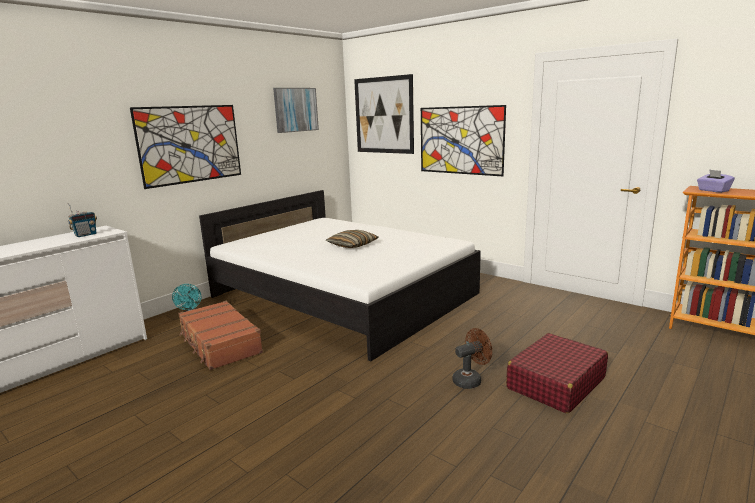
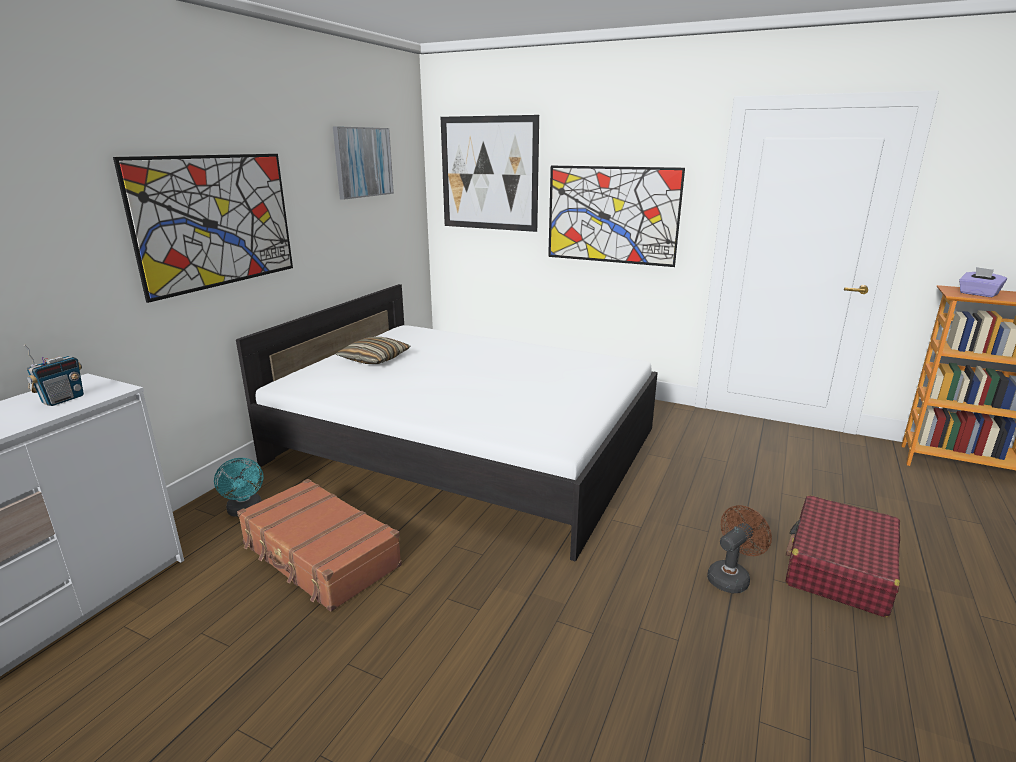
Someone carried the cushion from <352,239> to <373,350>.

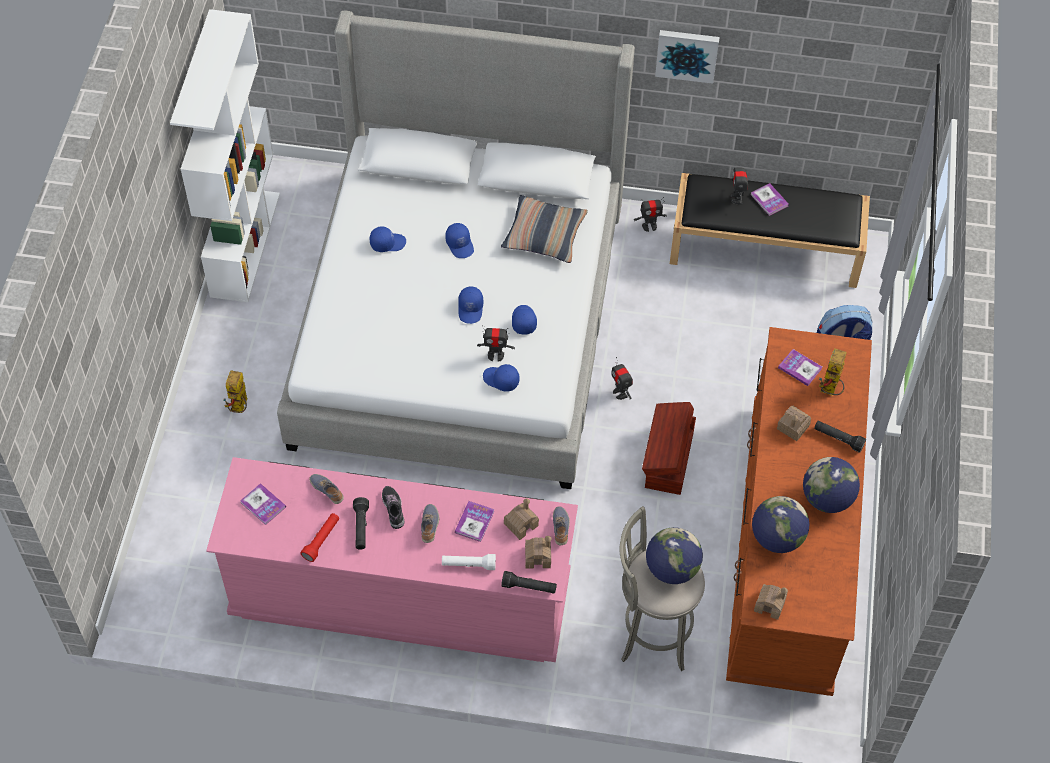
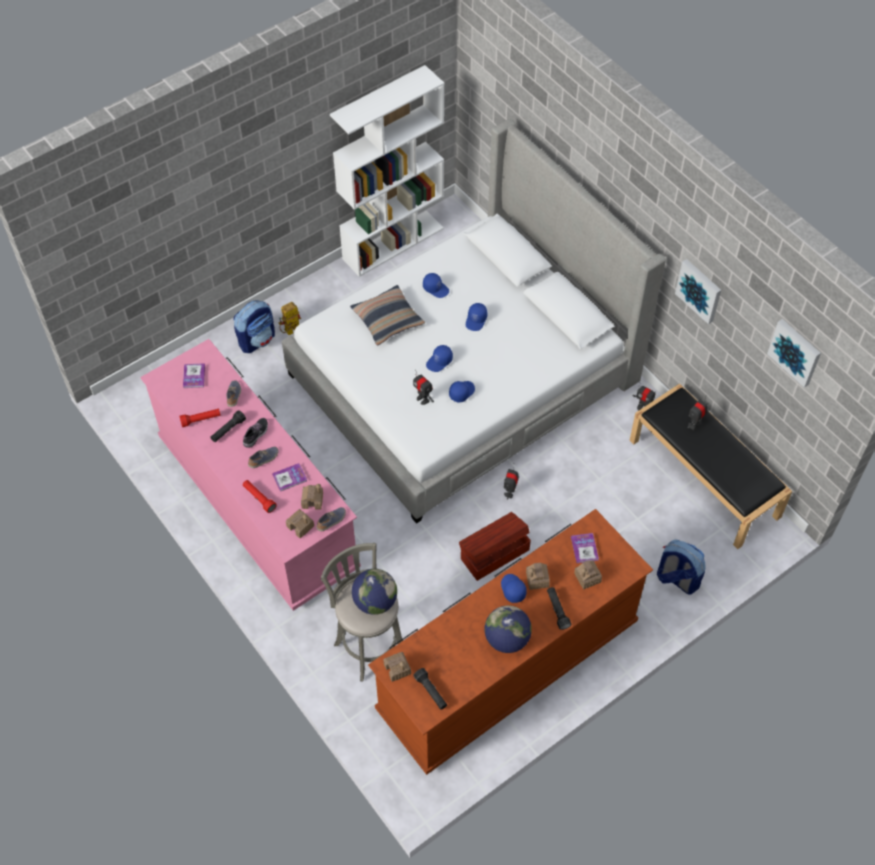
Someone took away the volume at <770,199>.
Someone carried the cushion from <544,229> to <387,315>.
Someone swapped the toy robot at <833,372> for the toy house at <588,575>.
Someone carried the blue cap from <501,378> to <514,588>.
Someone took away the world globe at <780,524>.
Someone repainted the whitish flashlight at <469,562>, which became the reddish flashlight at <260,496>.
Someone carried the blackish flashlight from <529,582> to <430,689>.
Someone put down the backpack at <254,326>.
Someone put up the picture at <794,353>.

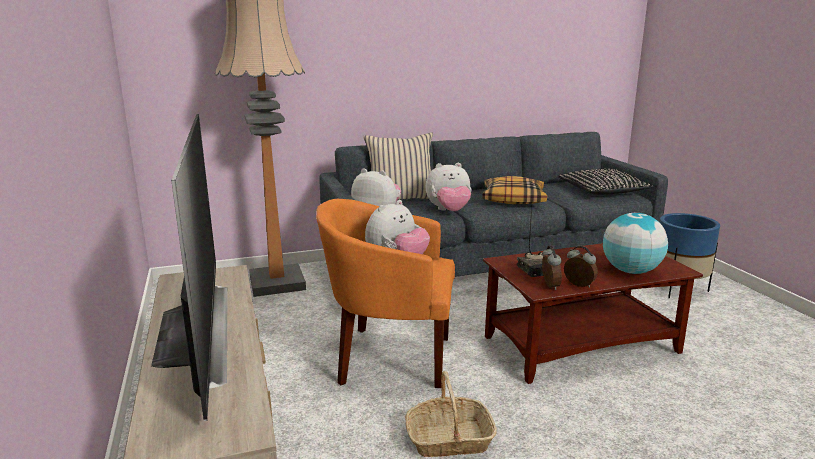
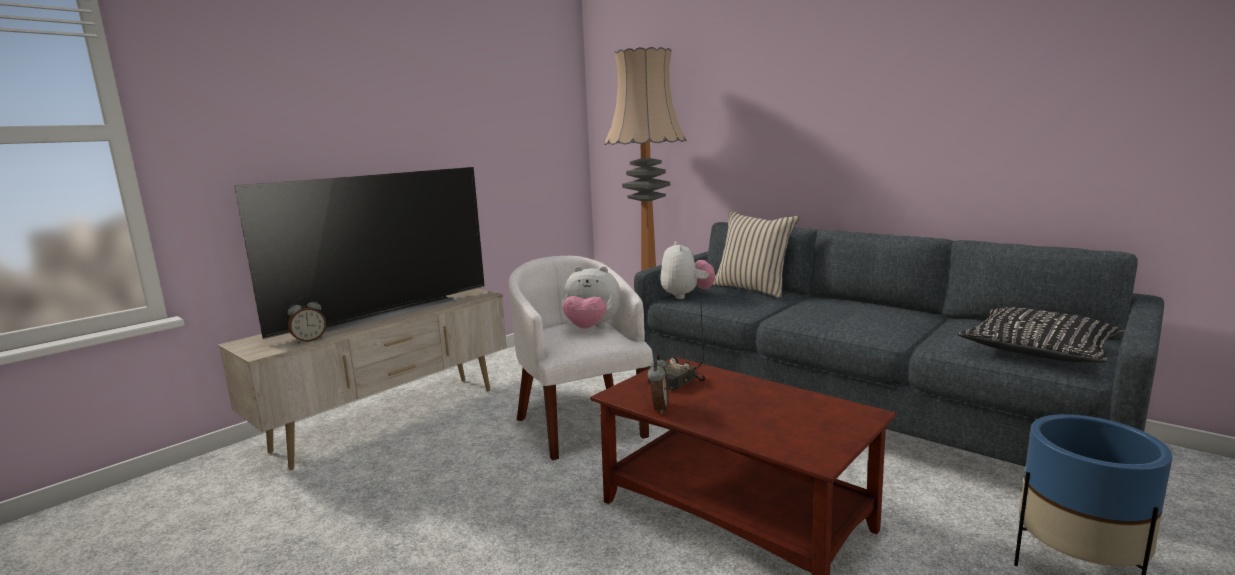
Someone took away the cuddly toy at <448,187>.
Someone took away the cushion at <514,190>.
Someone repainted the orange lounge chair at <385,293>, which became the whitish lounge chair at <580,358>.
Someone took away the world globe at <635,243>.
Someone carried the bedside clock from <552,268> to <307,320>.
Someone took away the basket at <451,414>.

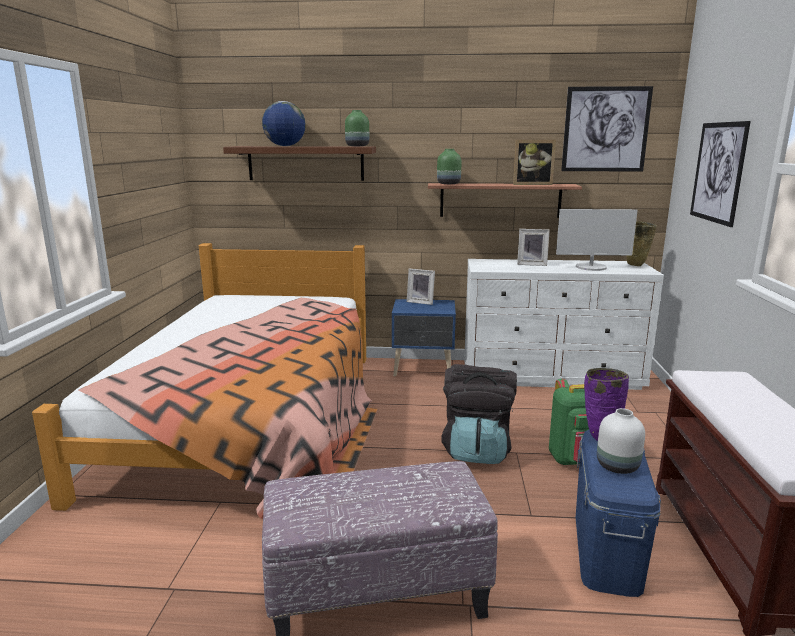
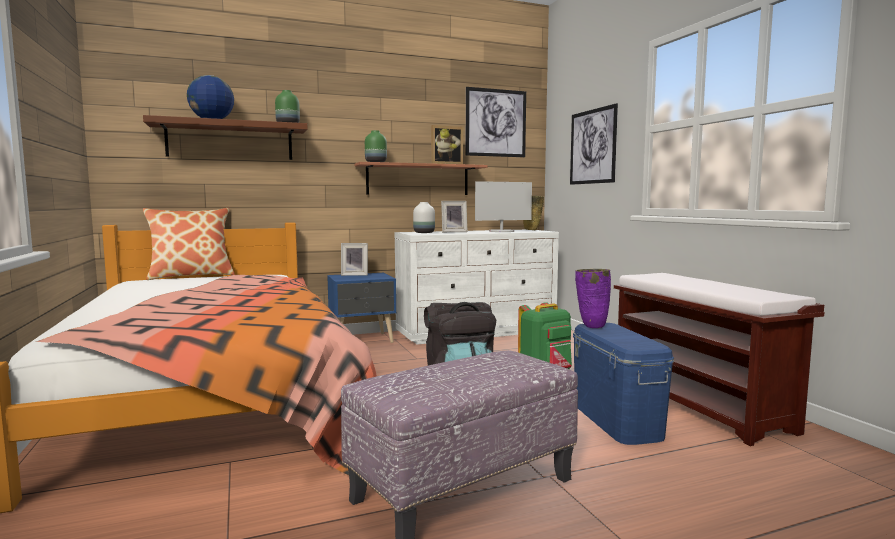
Someone carried the whitish flower vase from <621,441> to <424,217>.
Someone put down the cushion at <189,244>.

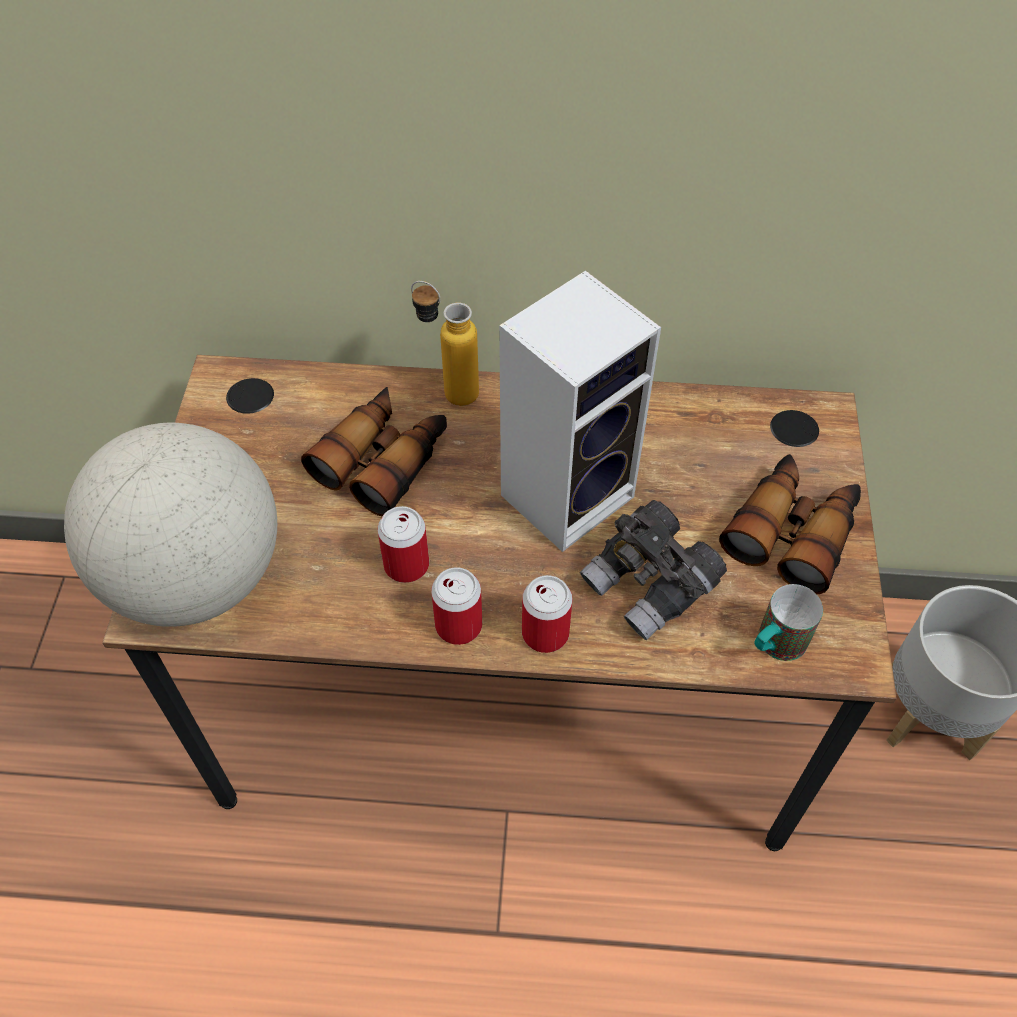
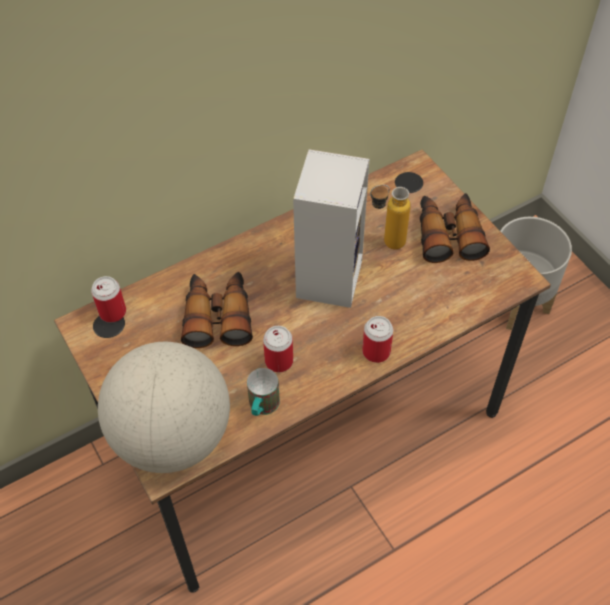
Someone carried the beverage bottle from <445,343> to <390,216>.
Someone took away the greyish pair of binoculars at <653,570>.
Someone carried the metal can from <456,606> to <108,299>.
Someone carried the mug from <788,622> to <263,392>.

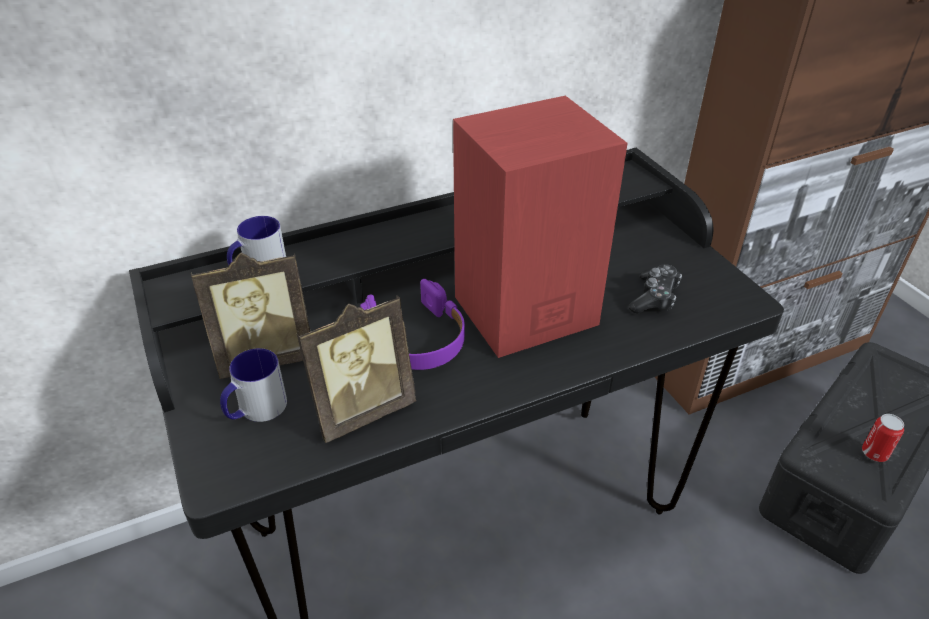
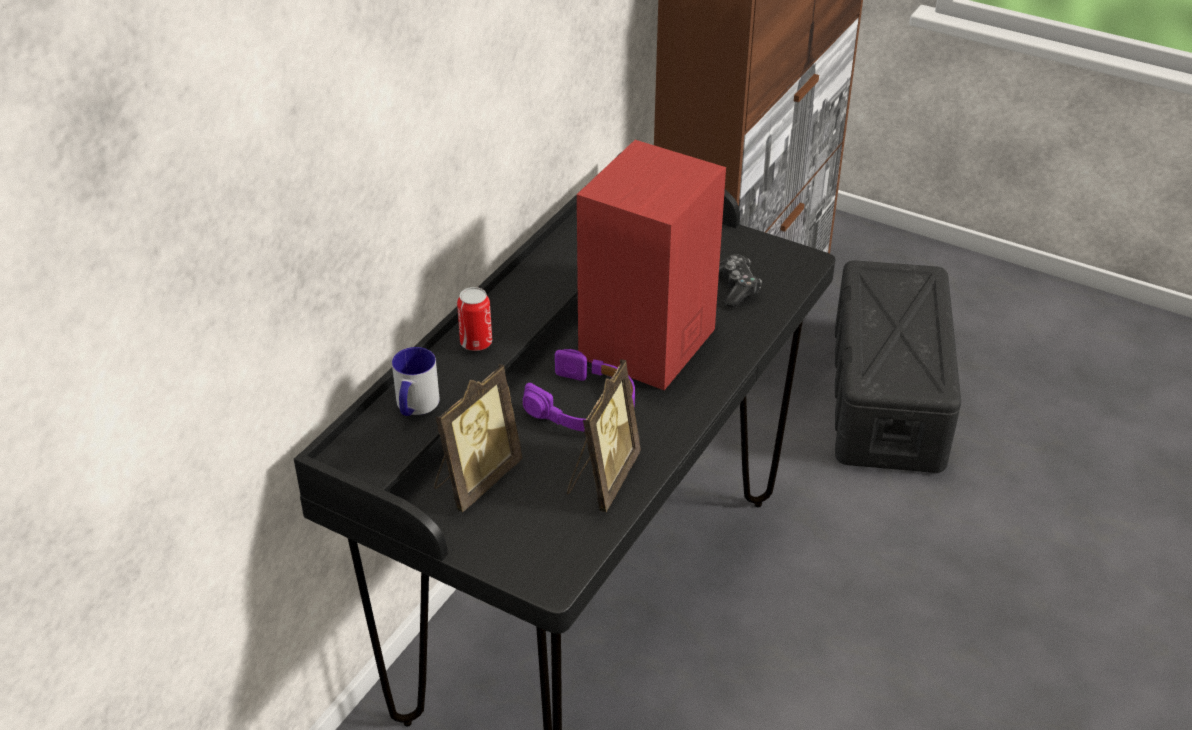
Someone took away the mug at <253,385>.
Someone carried the metal can from <883,438> to <474,319>.

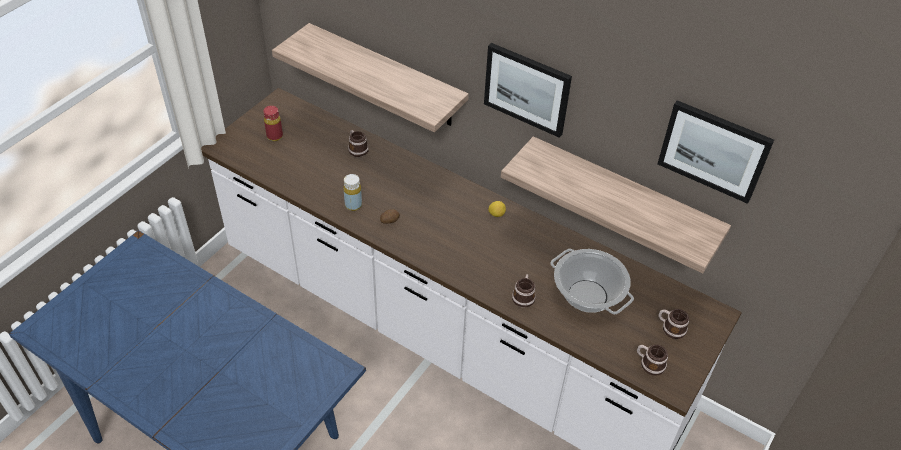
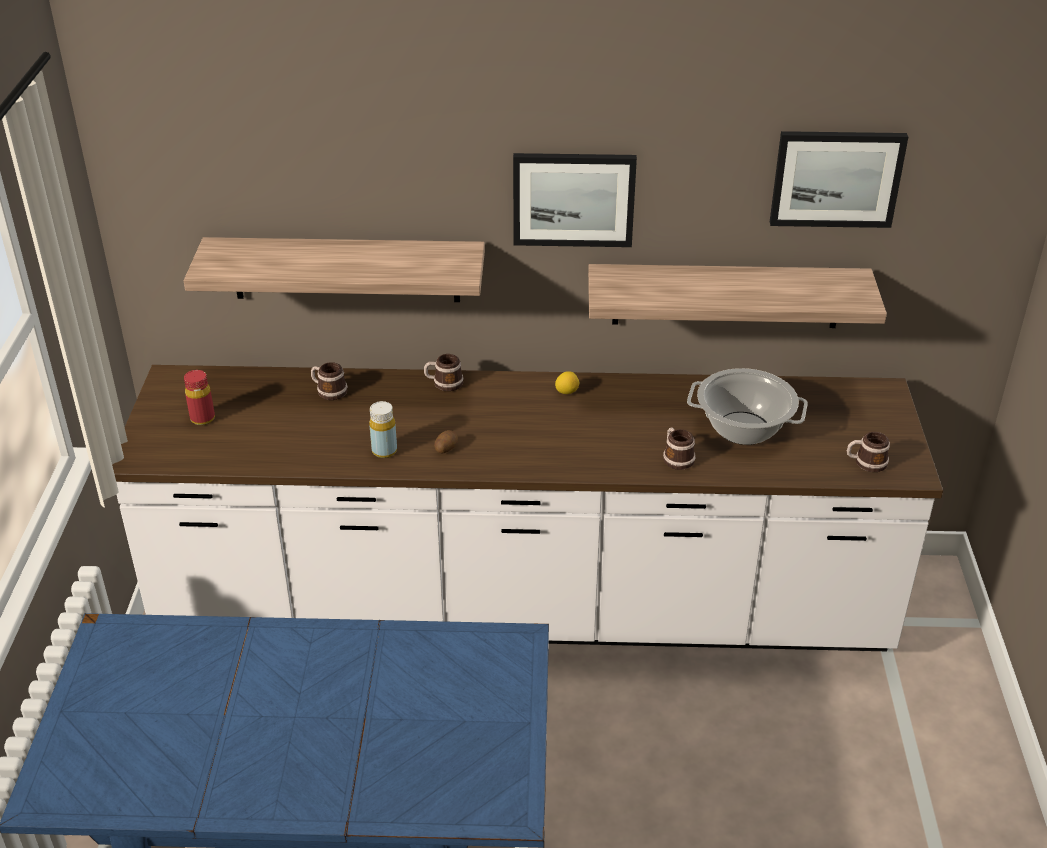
Someone carried the mug from <673,324> to <444,372>.

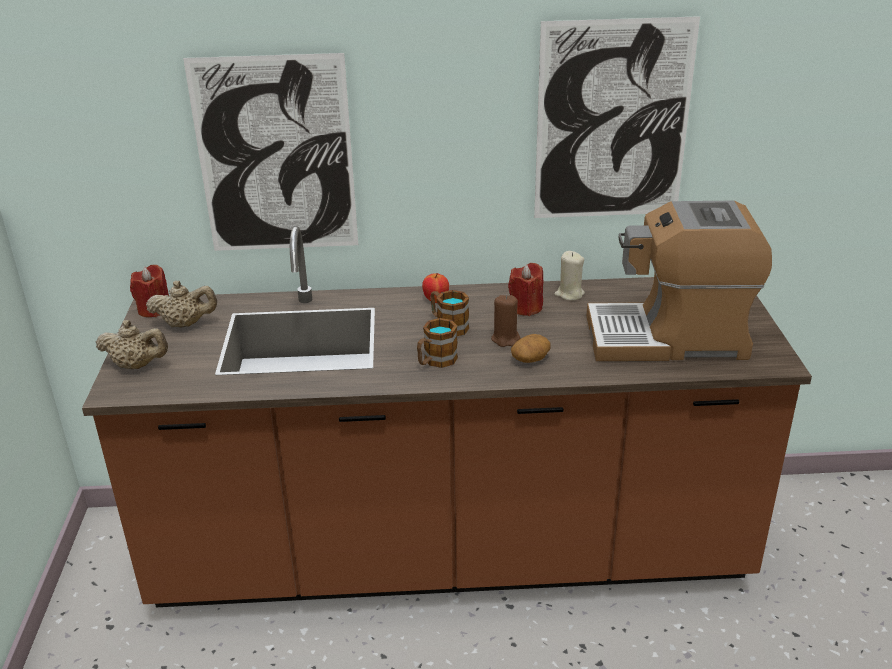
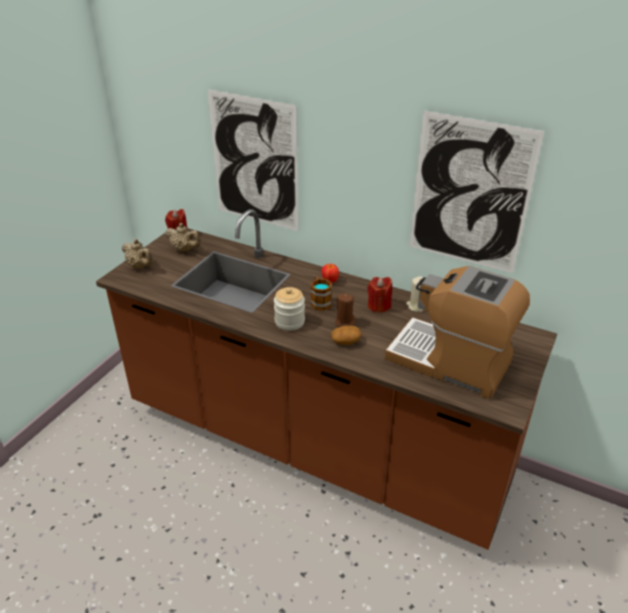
Someone swapped the mug at <437,343> for the jar at <289,309>.

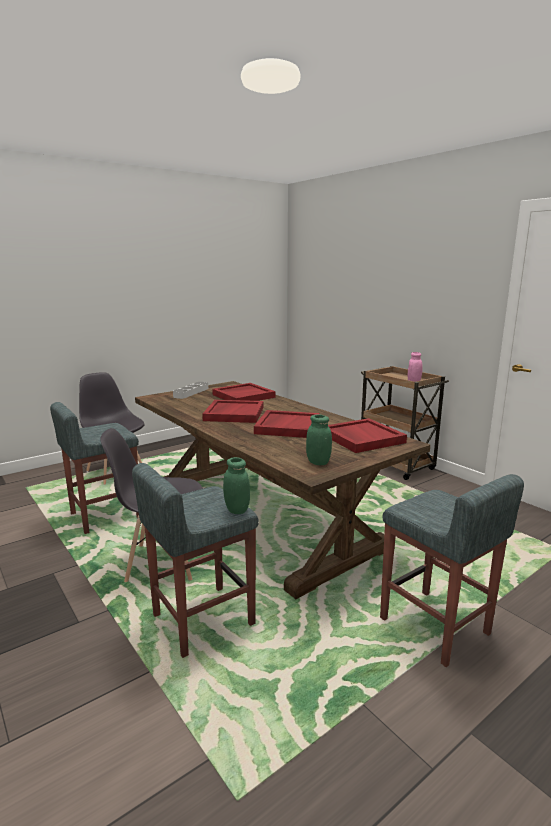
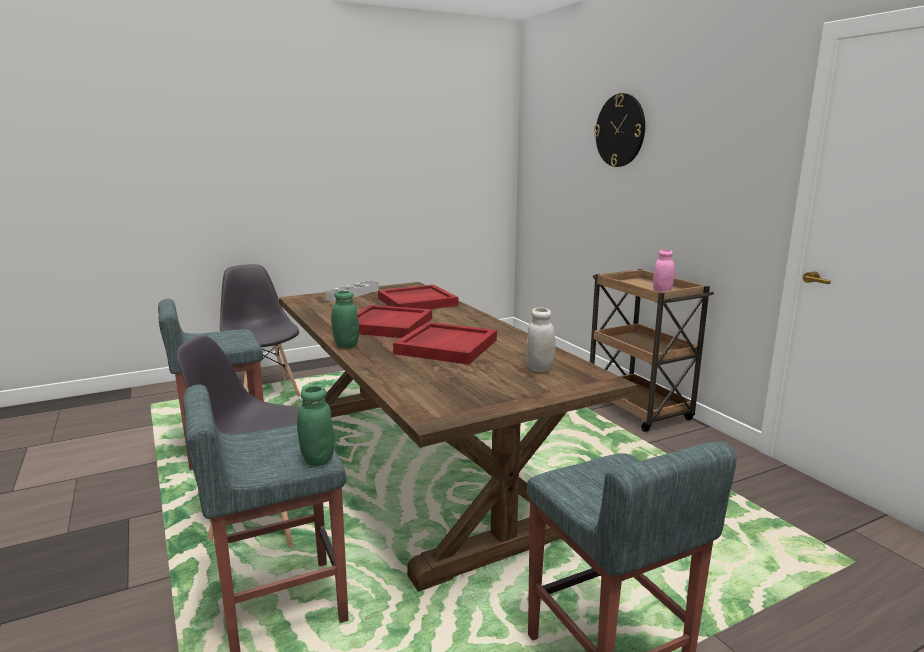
Someone carried the greenish jar from <319,440> to <345,319>.
Someone swapped the reddish carrying tray at <367,435> for the whitish jar at <540,340>.
Someone put up the wall clock at <619,130>.

